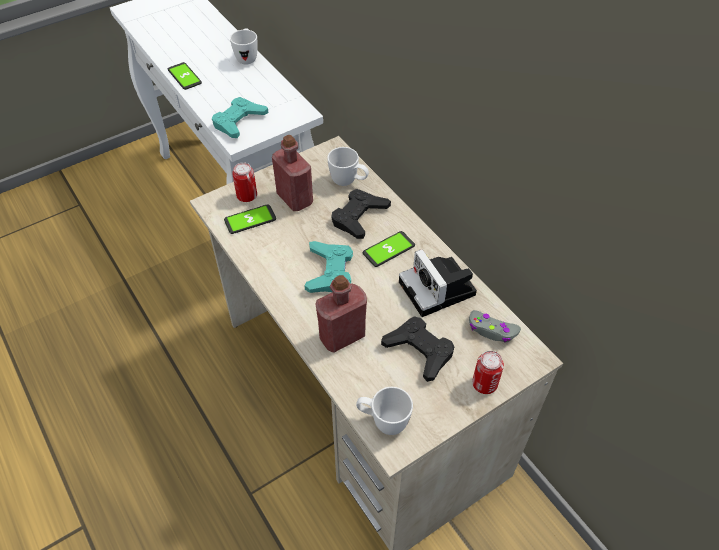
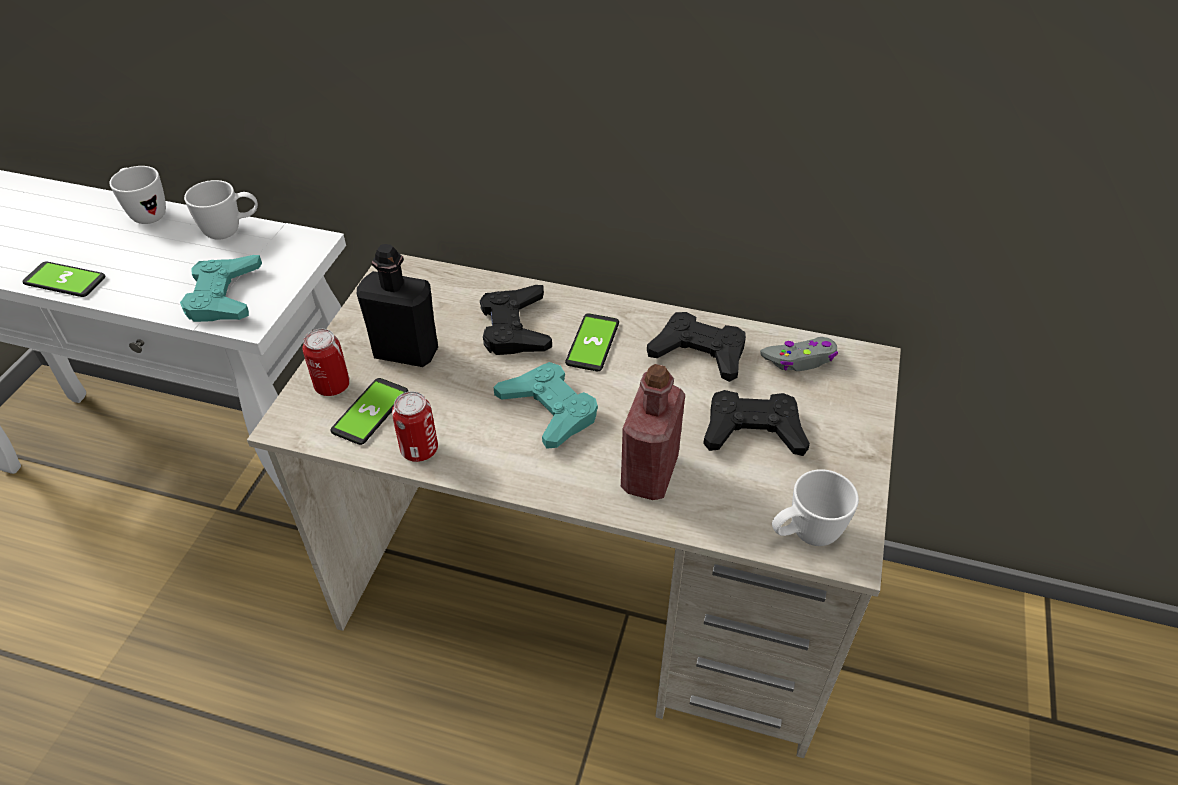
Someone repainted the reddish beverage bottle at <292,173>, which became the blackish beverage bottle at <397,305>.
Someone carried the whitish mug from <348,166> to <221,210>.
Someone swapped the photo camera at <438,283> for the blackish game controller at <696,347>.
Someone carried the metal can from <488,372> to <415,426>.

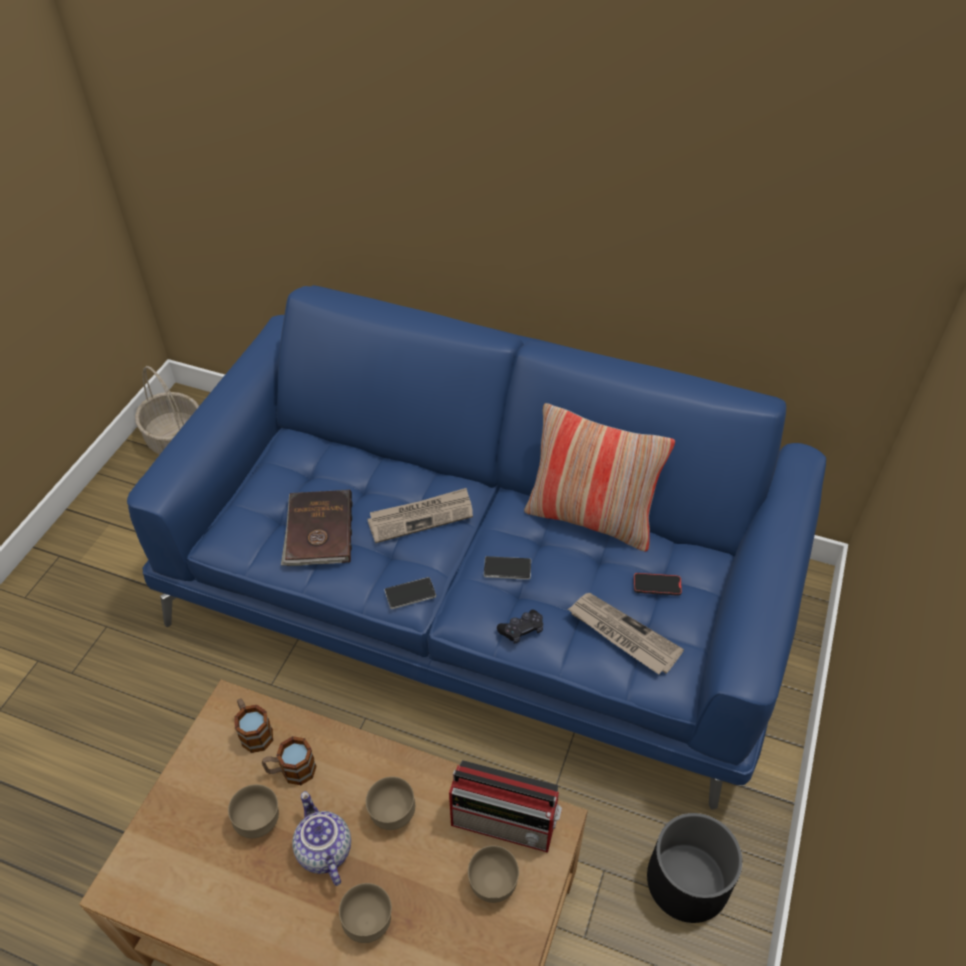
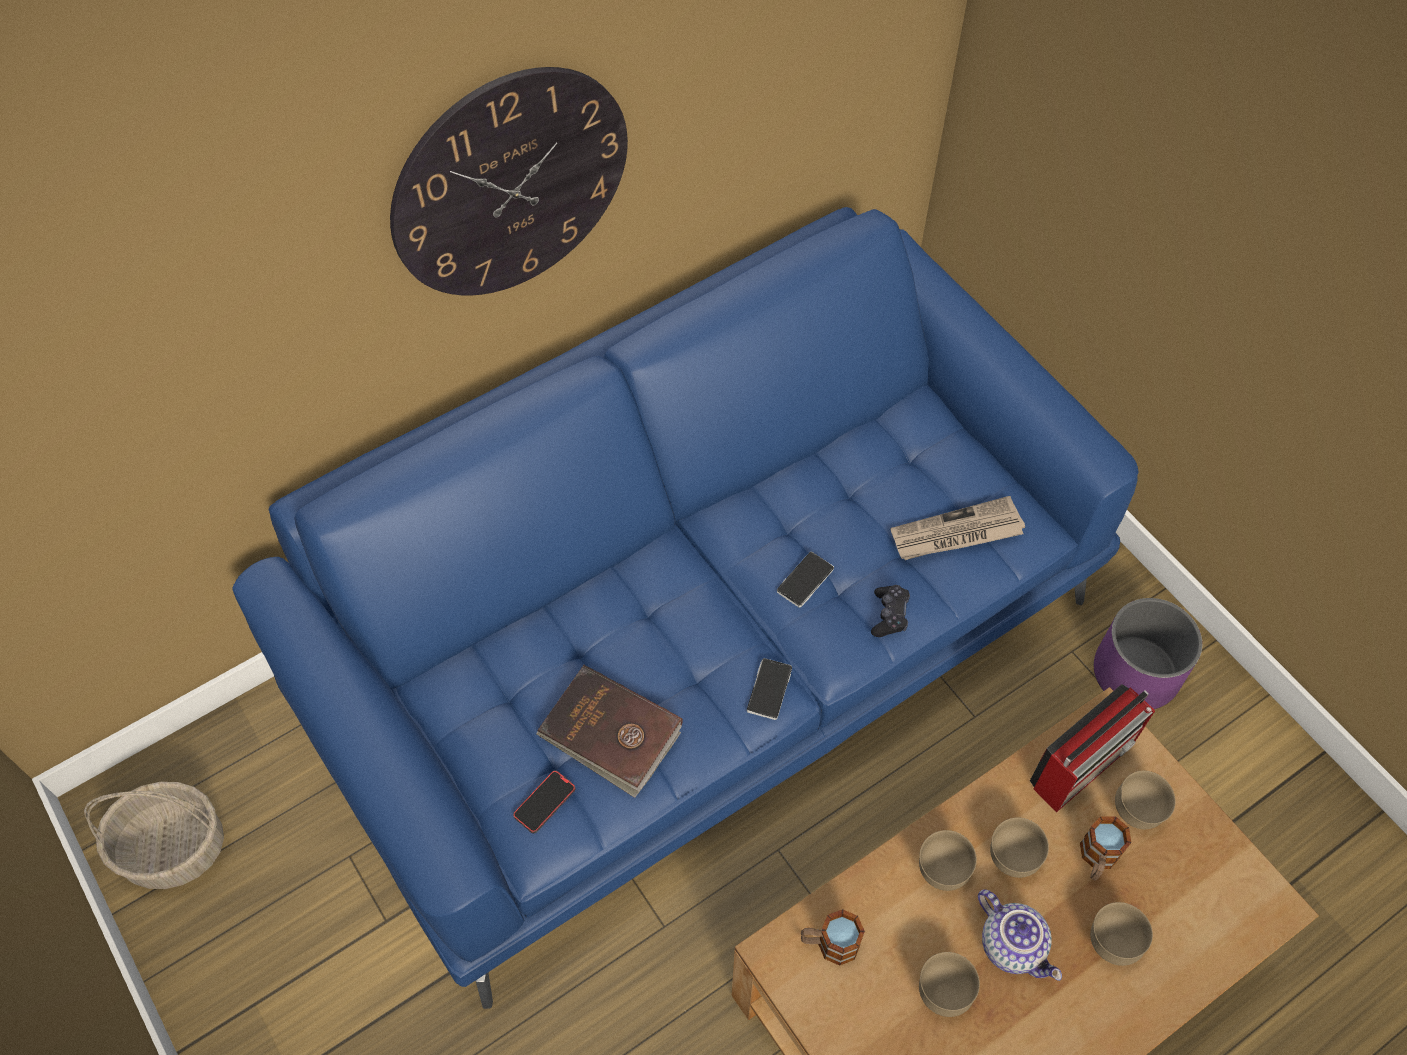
Someone took away the cushion at <599,477>.
Someone took away the printed paper at <420,515>.
Someone carried the telephone from <657,584> to <544,801>.
Someone carried the mug from <289,760> to <1105,848>.
Someone rotated the teapot at <321,838> by 135 degrees counterclockwise.
Someone repainted the blackish plant pot at <695,868>, which became the purplish plant pot at <1148,653>.
Someone put up the wall clock at <509,181>.
Someone put down the brown bowl at <948,860>.

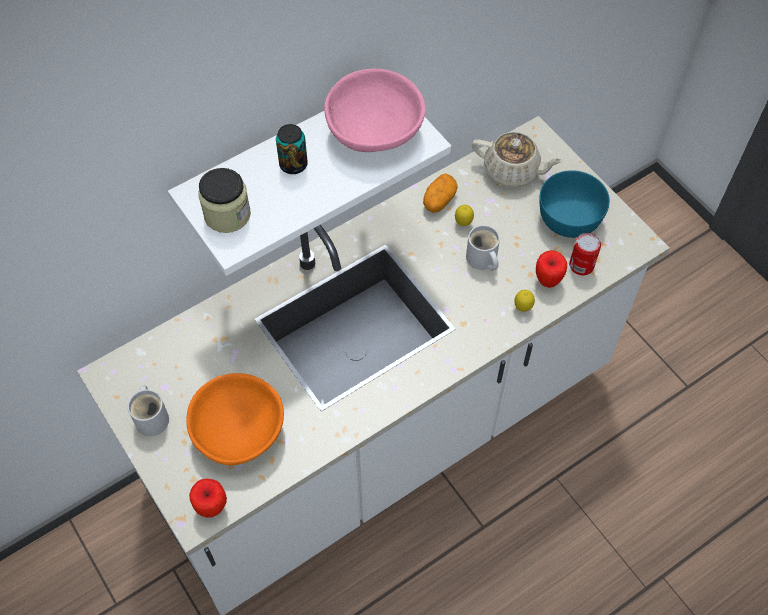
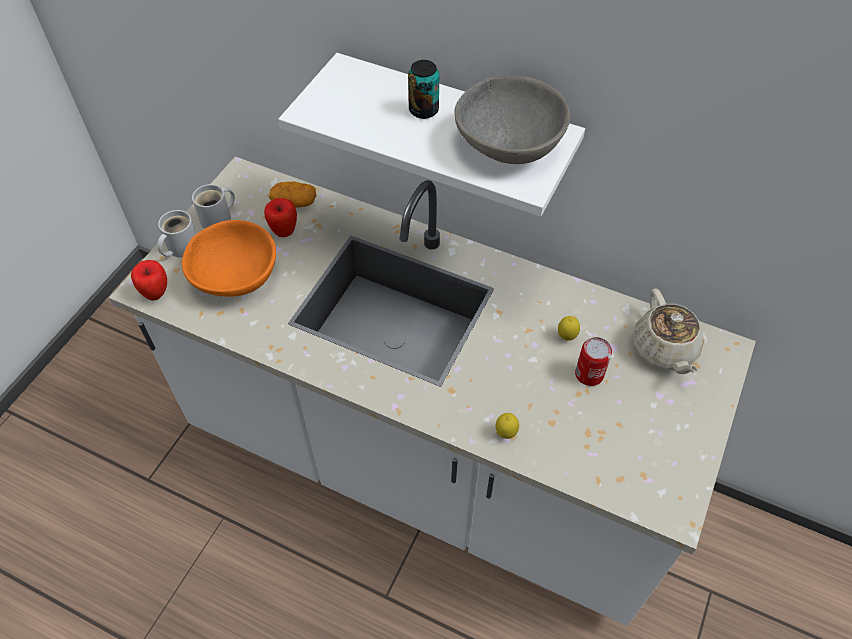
Someone repainted the pink-coloured bowl at <375,110>, which became the greyish bowl at <512,120>.
Someone took away the jar at <224,200>.
Someone took away the turquoise-coloured bowl at <574,204>.
Someone carried the potato from <440,193> to <292,194>.
Someone carried the whitish mug from <483,248> to <176,234>.
Someone carried the metal can from <585,254> to <593,361>.
Someone carried the apple fruit from <551,269> to <280,217>.

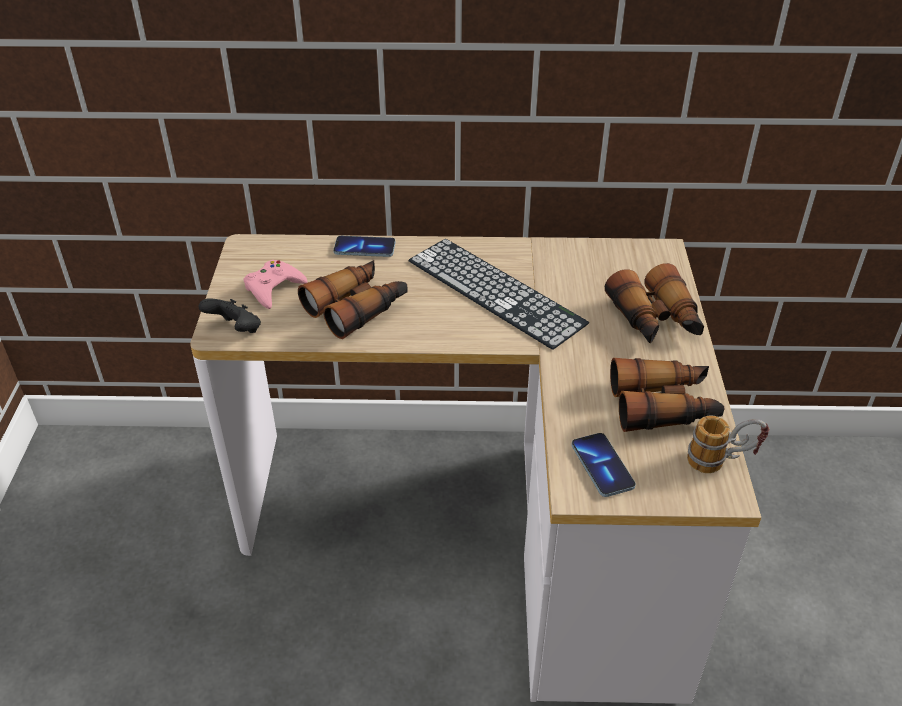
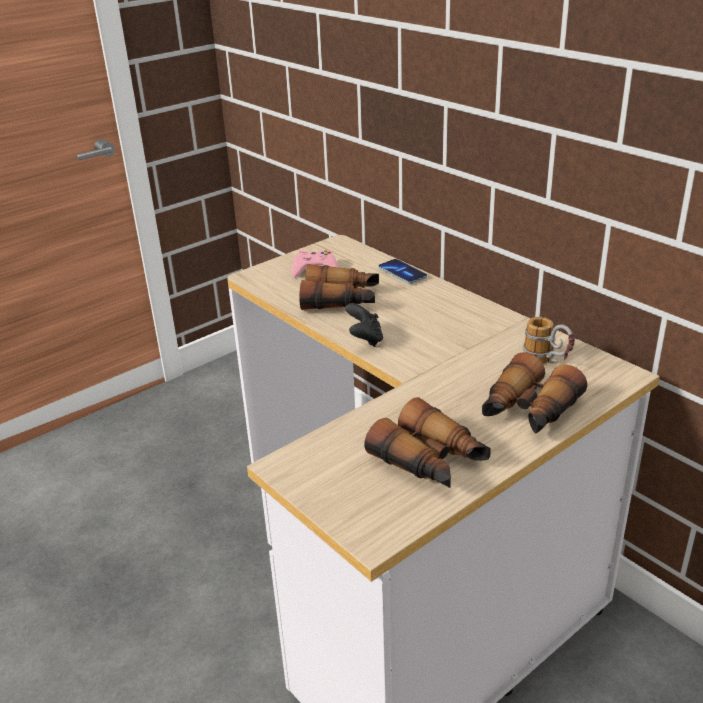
Someone took away the keyboard at <499,294>.
Someone carried the blackish game controller from <229,315> to <364,325>.
Someone carried the mug from <728,444> to <549,340>.
Someone took away the telephone at <603,465>.

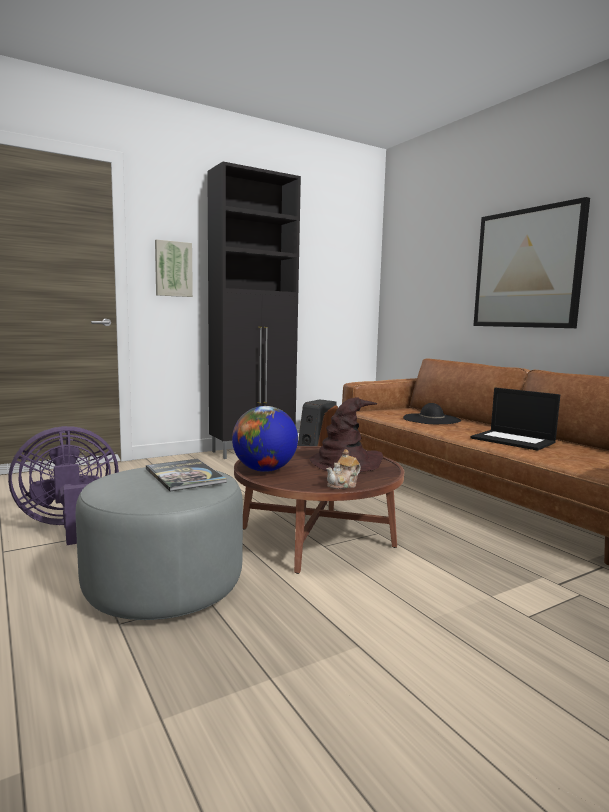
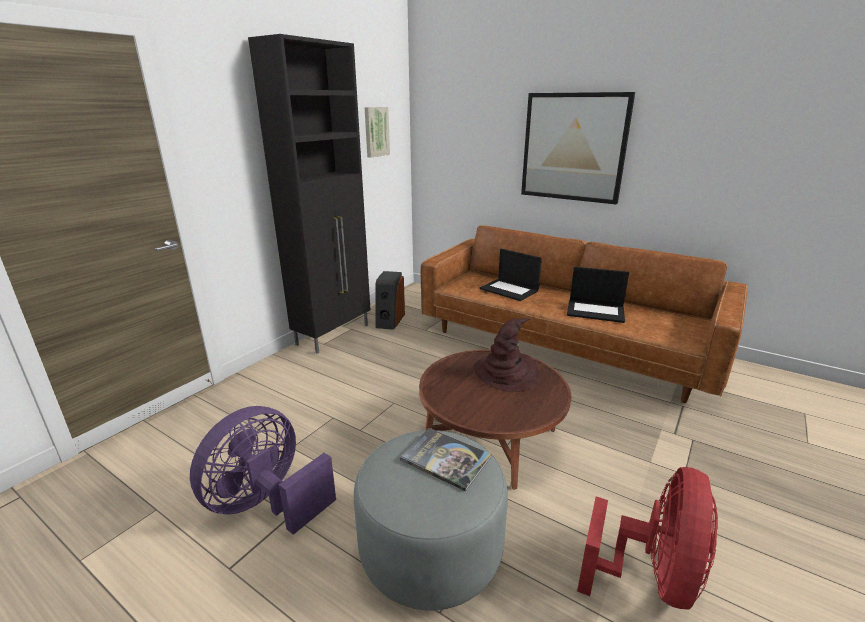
Someone carried the picture from <174,268> to <377,132>.
Someone swapped the blackish clothing hat at <432,413> for the portable computer at <511,275>.
Someone took away the world globe at <265,439>.
Someone took away the teapot at <343,469>.
Someone put down the reddish fan at <647,538>.

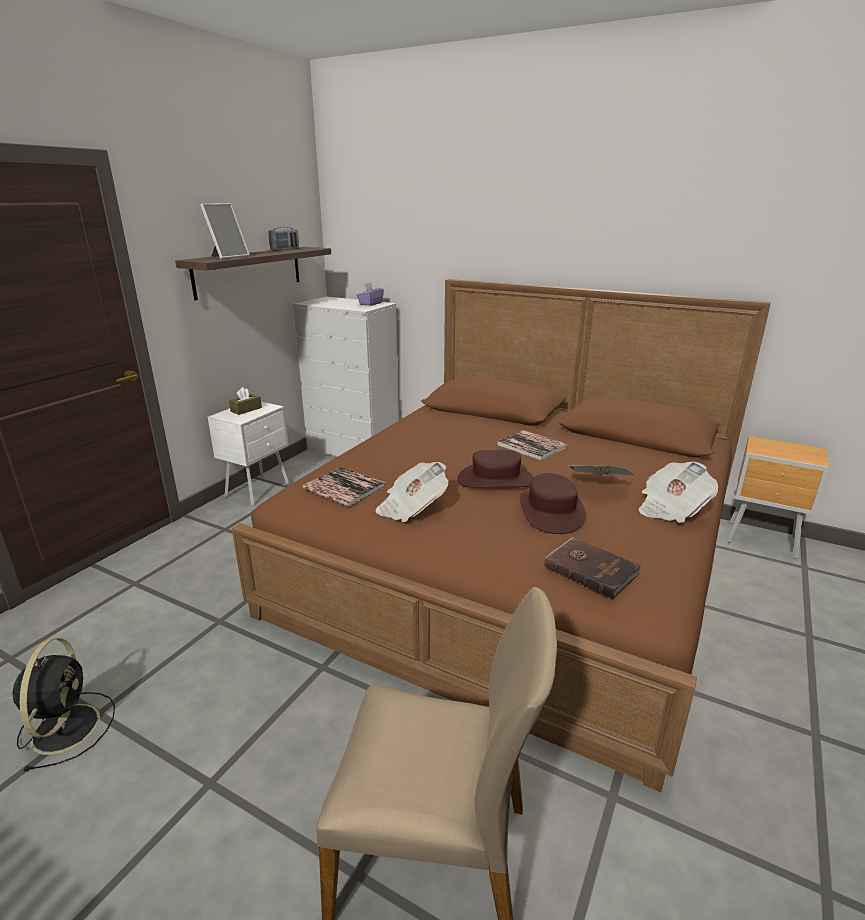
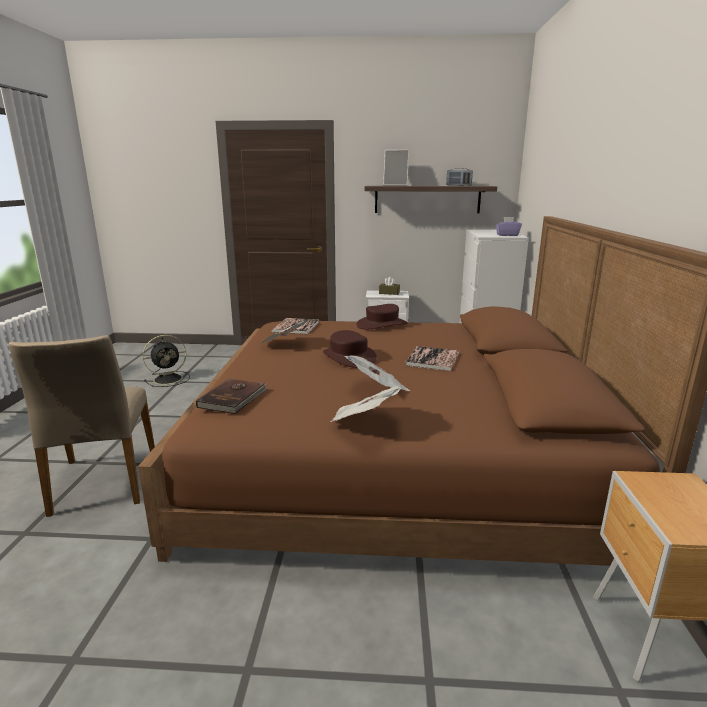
Someone carried the brown clothing hat from <552,503> to <382,317>.

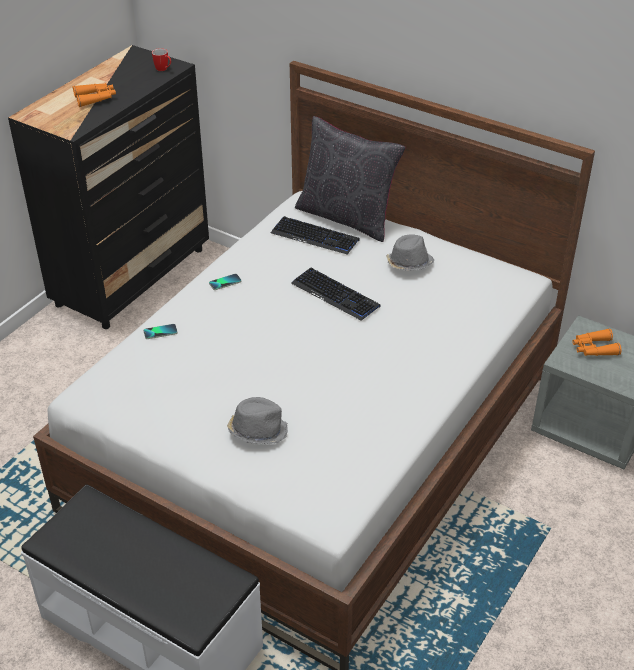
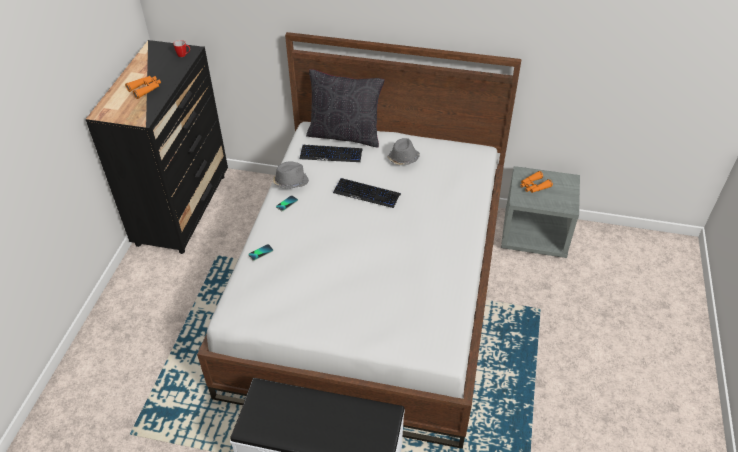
Someone carried the greyish clothing hat from <257,420> to <291,175>.

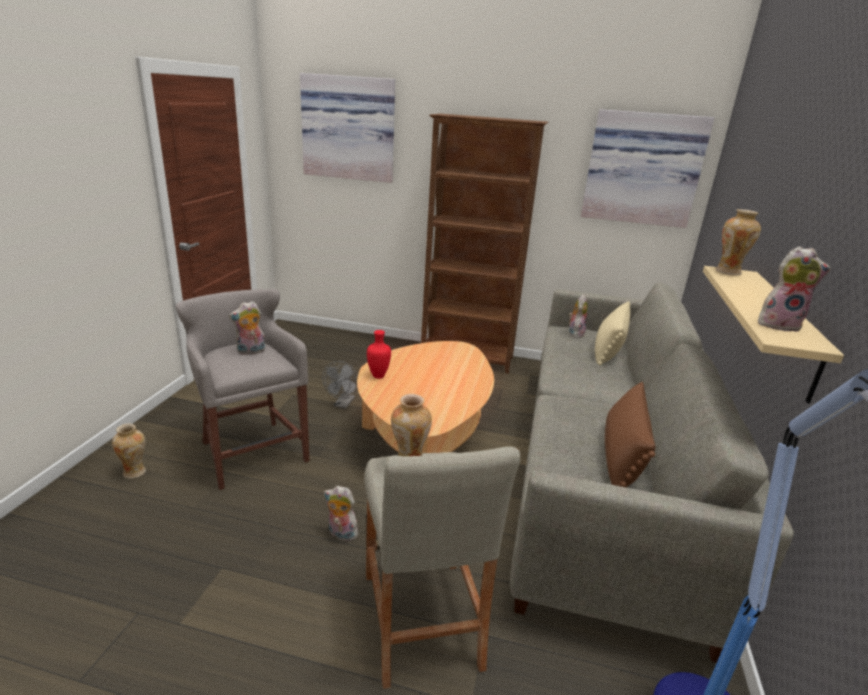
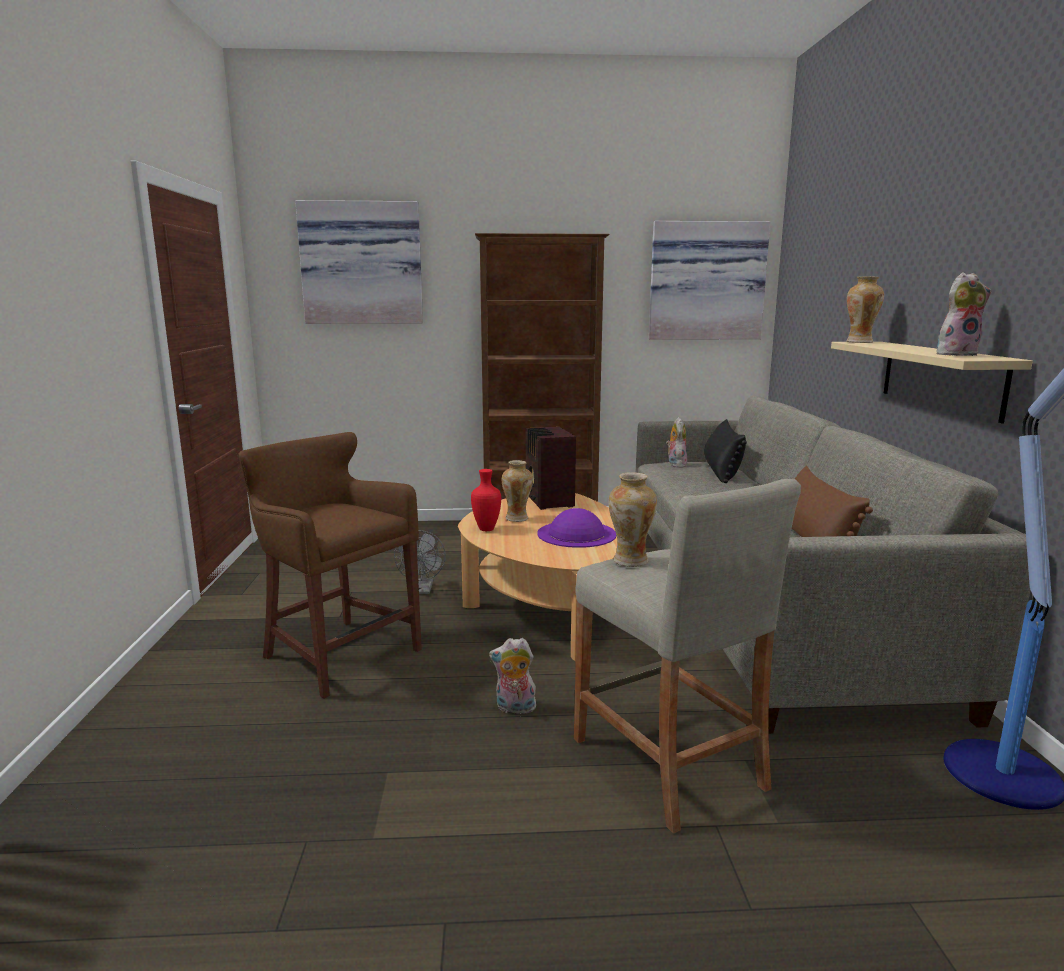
Someone repainted the greyish stool seat at <242,389>, which became the brown stool seat at <330,565>.
Someone took away the cuddly toy at <247,328>.
Someone repainted the beige cushion at <613,333>, which became the blackish cushion at <725,451>.
Someone carried the flower vase from <129,451> to <517,491>.
Someone put down the radio set at <551,468>.
Someone put down the purplish clothing hat at <576,528>.

